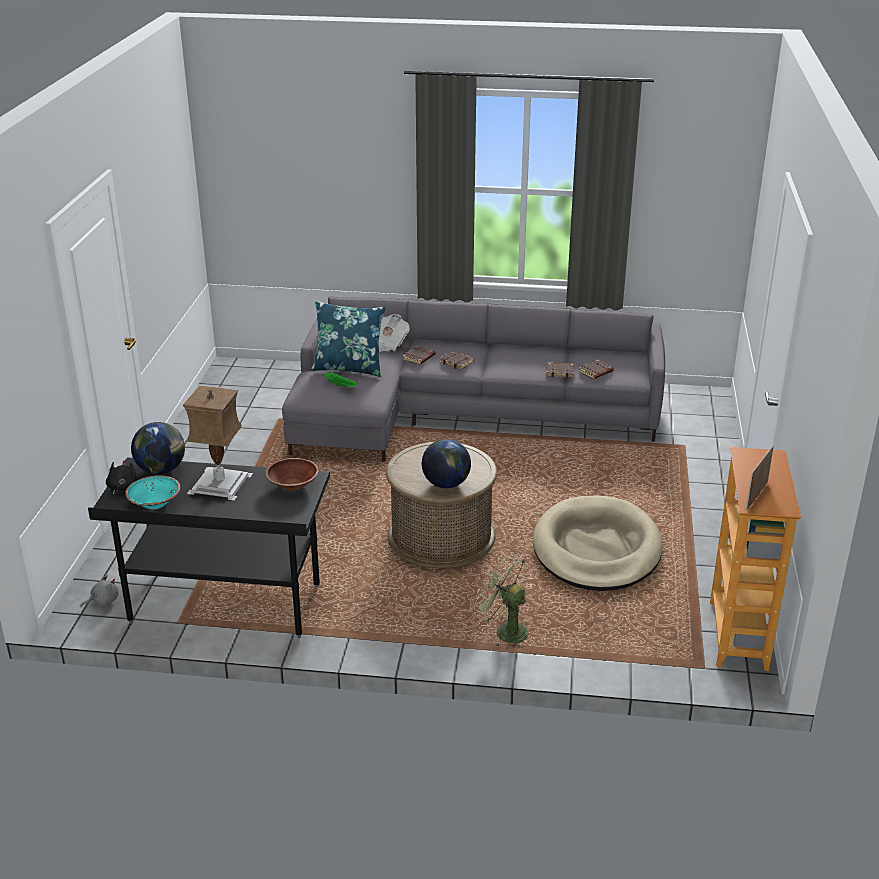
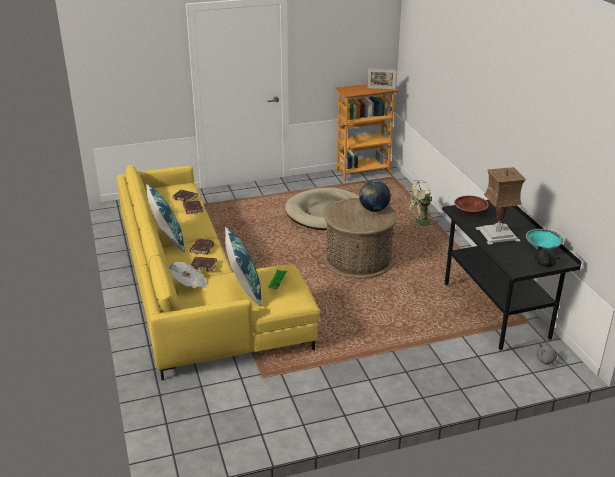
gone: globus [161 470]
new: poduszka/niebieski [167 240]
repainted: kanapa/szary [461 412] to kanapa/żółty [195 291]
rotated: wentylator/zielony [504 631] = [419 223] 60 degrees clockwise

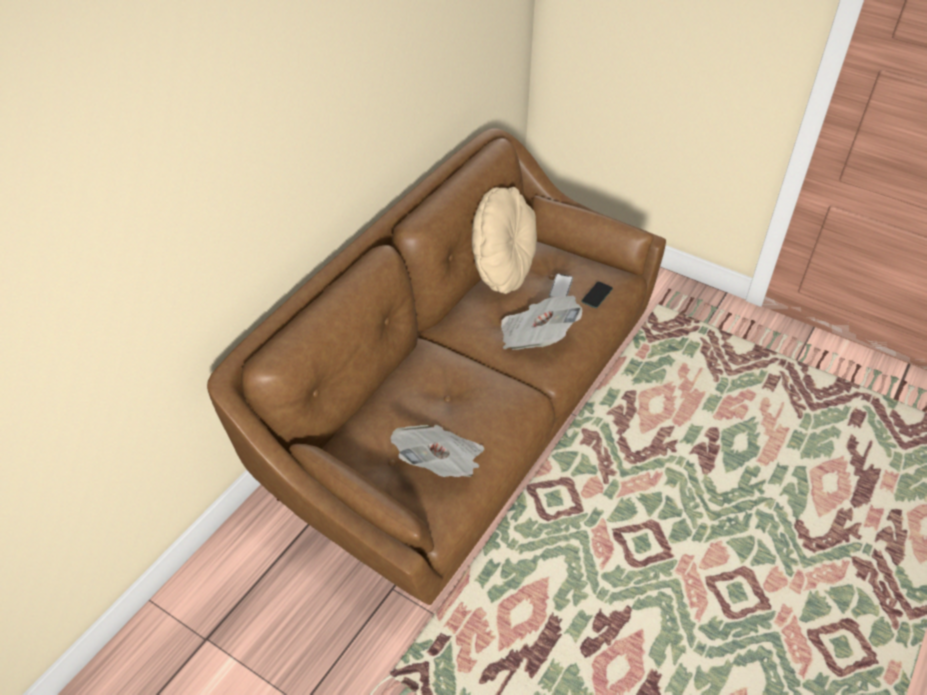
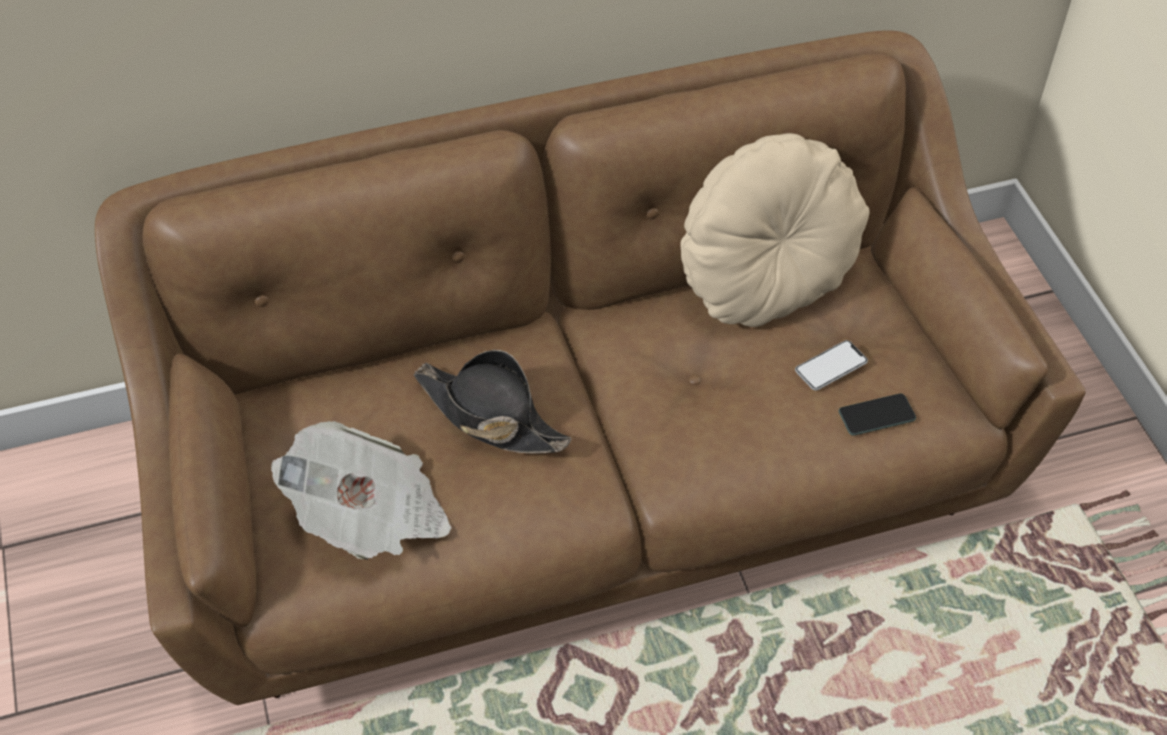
gone: gazeta [536 337]
new: kapelusz/czarny [490 415]

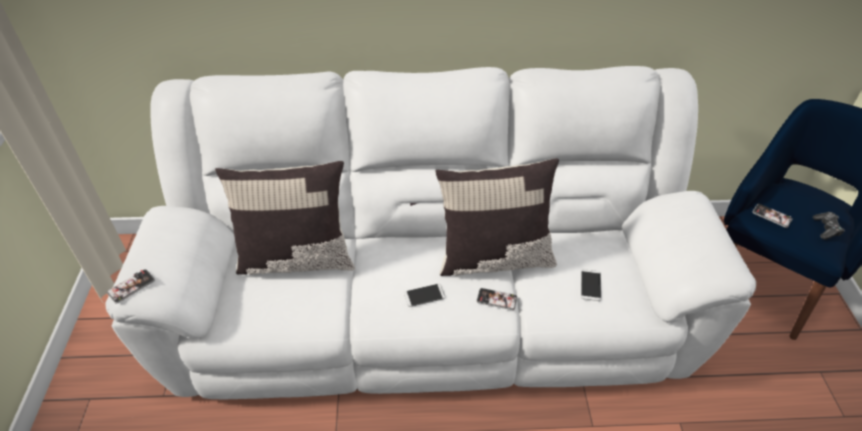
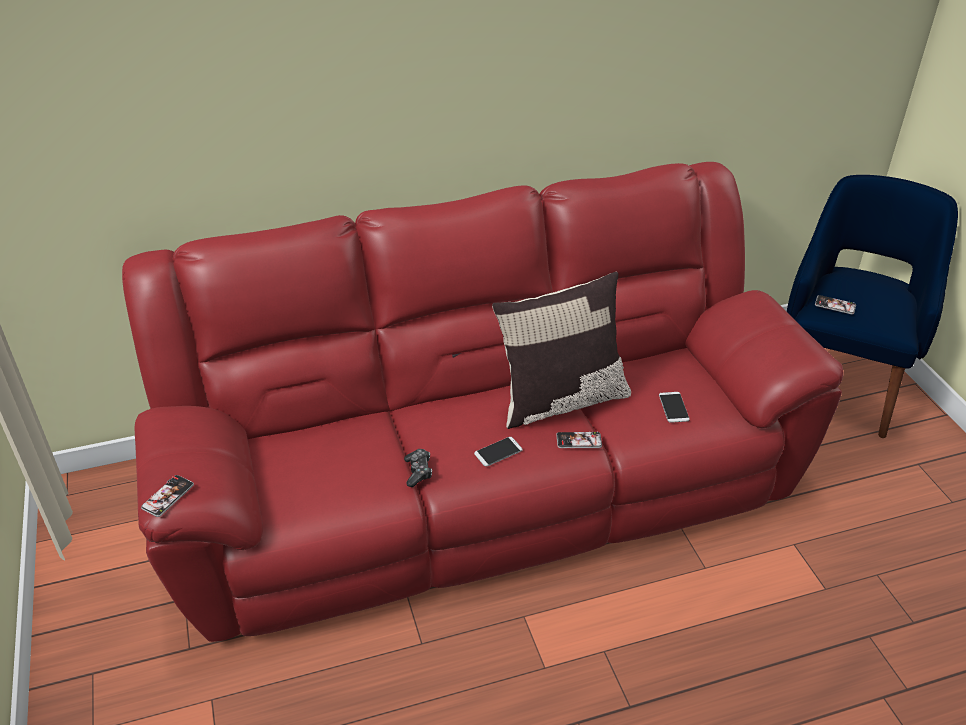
gone: poduszka [297 259]
shifted: pad do gier [826 229] to [418 471]
repainted: kanapa/biały [431 307] to kanapa/czerwony [483 483]

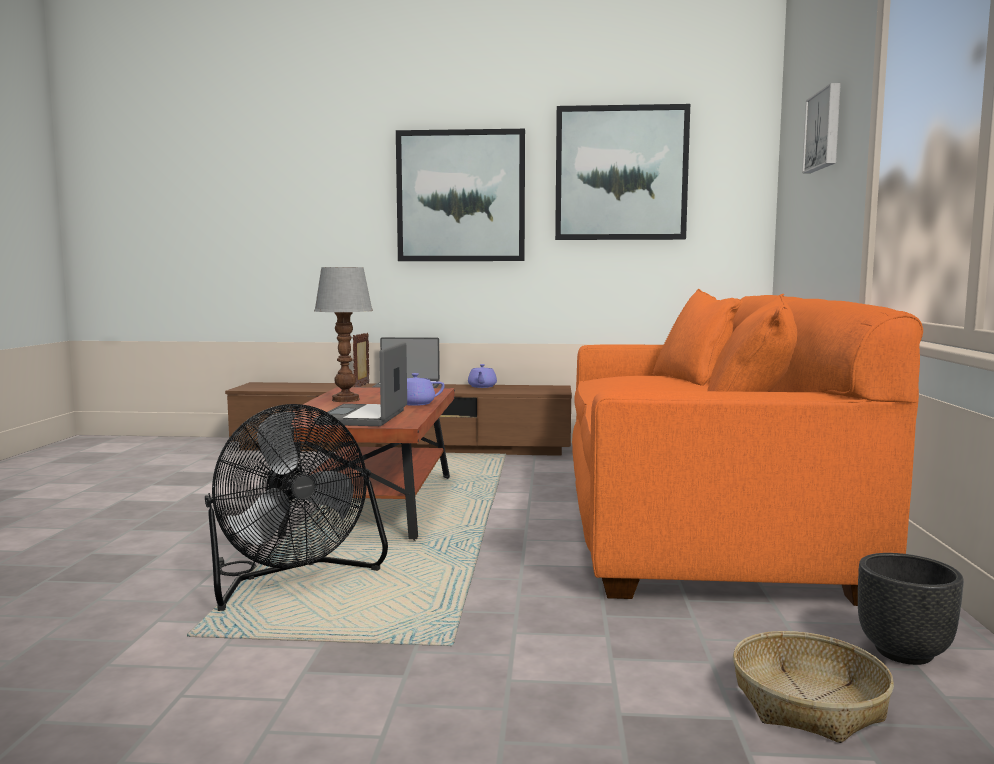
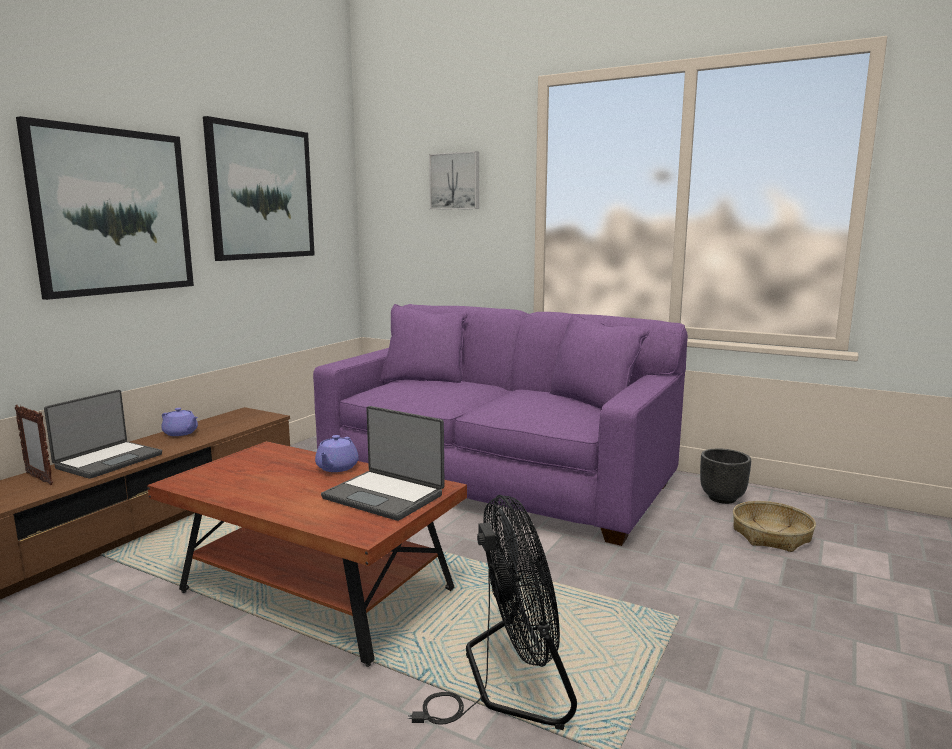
gone: lampa stołowa [346 400]
repainted: kanapa/pomarańczowy [691 518] to kanapa/fioletowy [495 481]

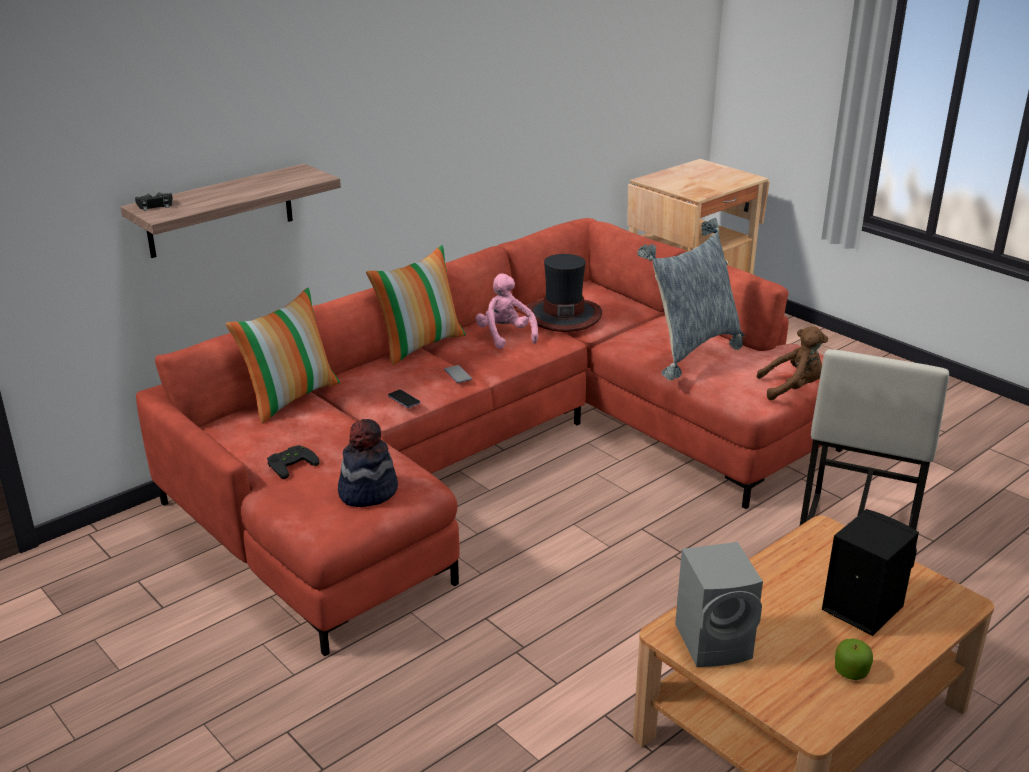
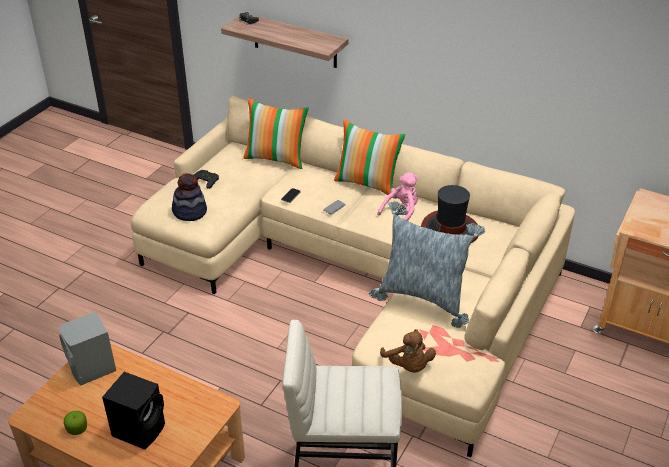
repainted: kanapa/czerwony [500 452] to kanapa/beżowy [360 275]

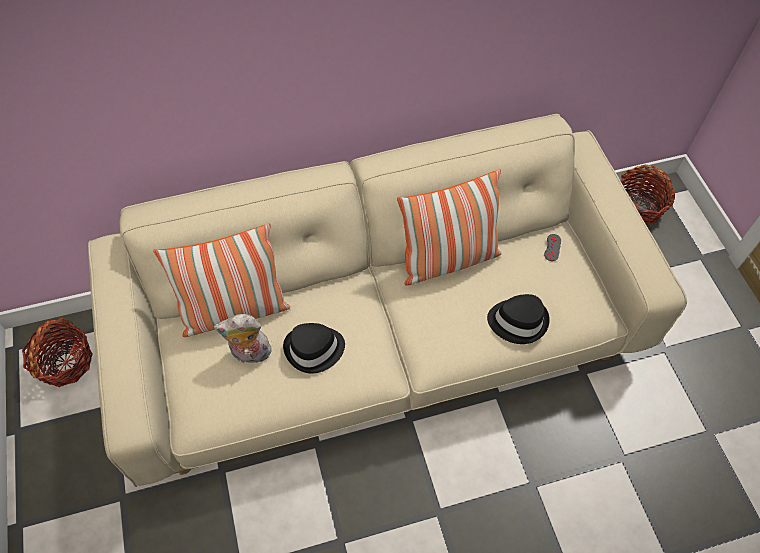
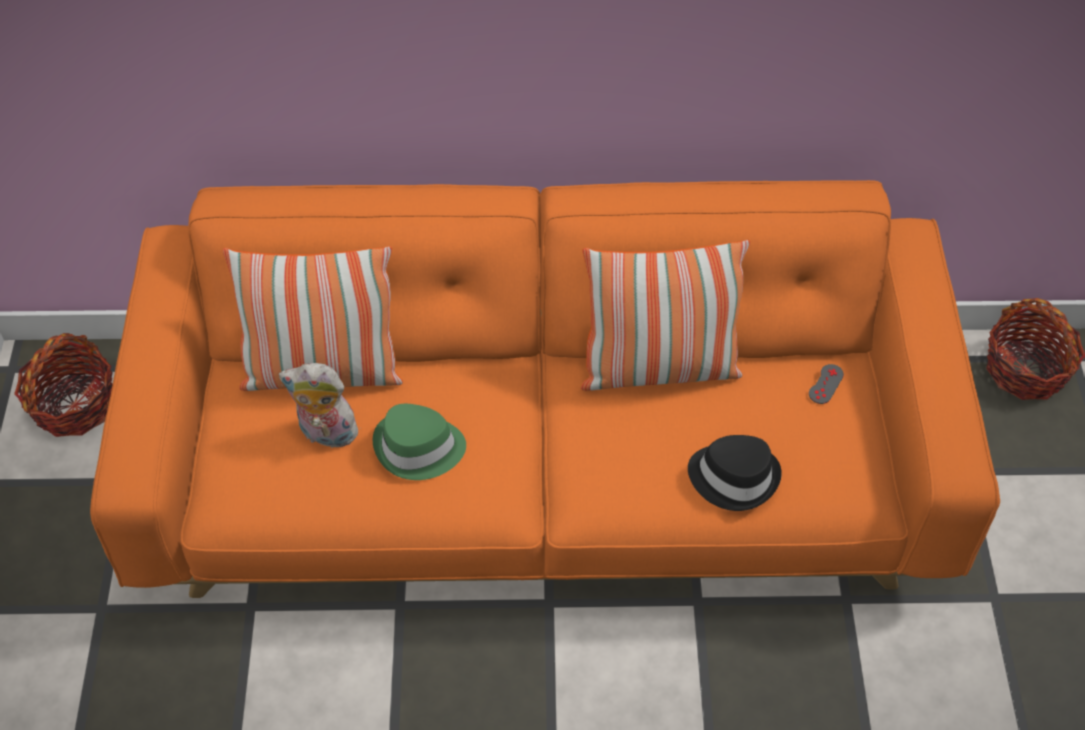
repainted: kanapa/beżowy [380 335] to kanapa/pomarańczowy [543 471]; kapelusz/czarny [314 349] to kapelusz/zielony [419 448]

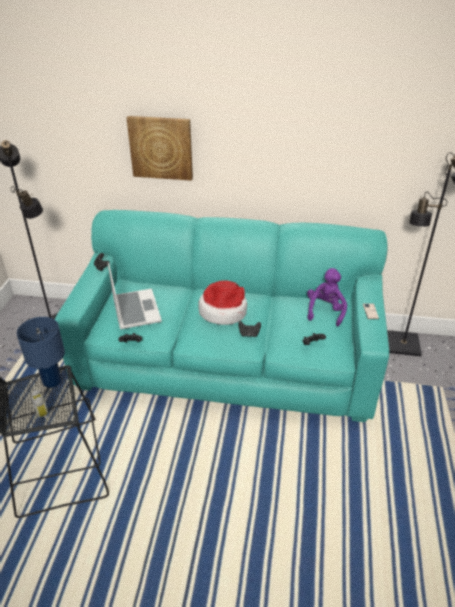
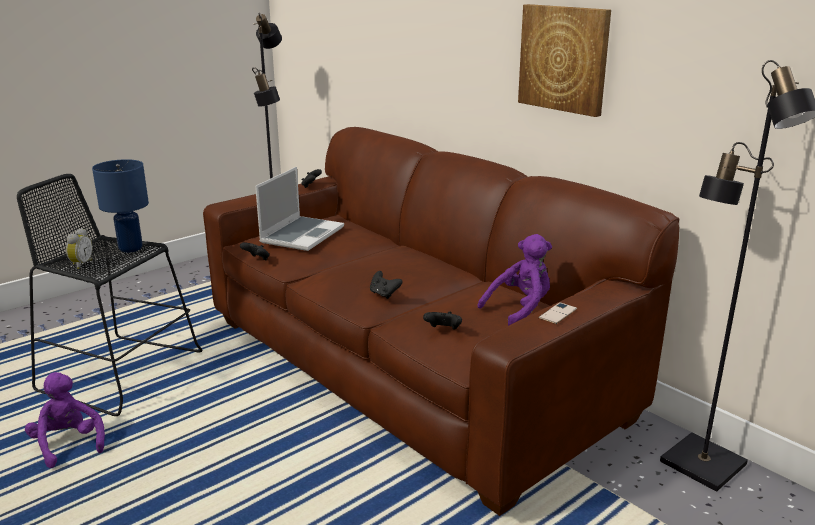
gone: kapelusz [223 311]
new: pluszak/fioletowy [68 444]
shifted: obraz [161 147] to [564 58]
repainted: kanapa/turkusowy [226 362] to kanapa/brązowy [407 367]

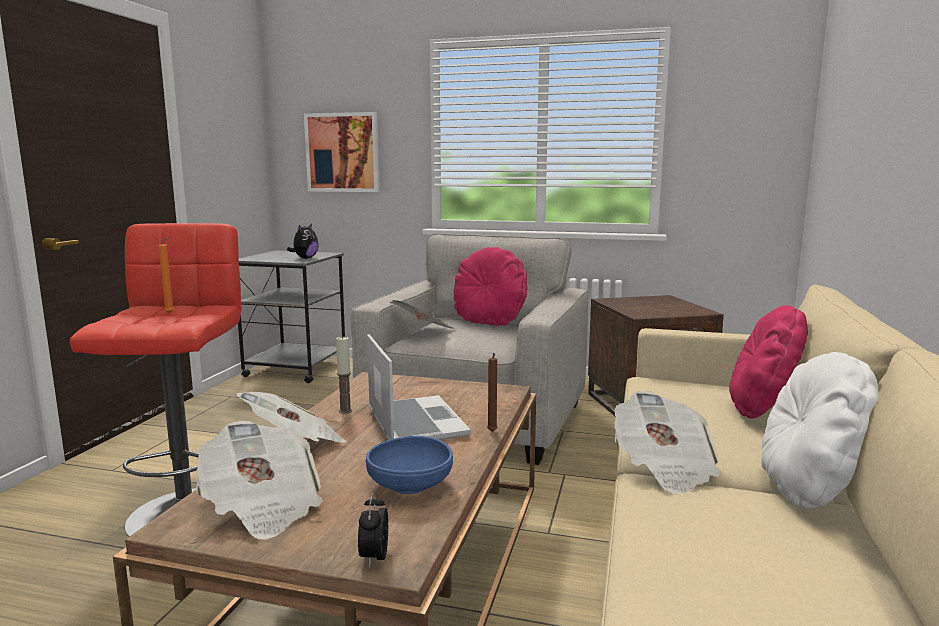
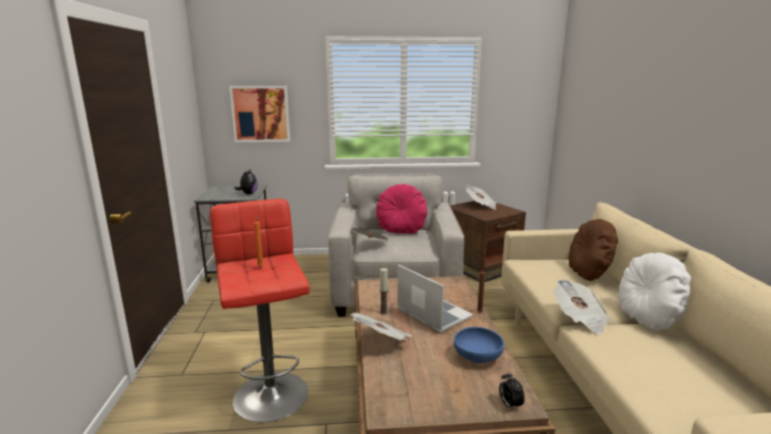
shifted: gazeta [262 507] to [481 206]
repainted: poduszka/różowy [761 411] to poduszka/brązowy [588 274]

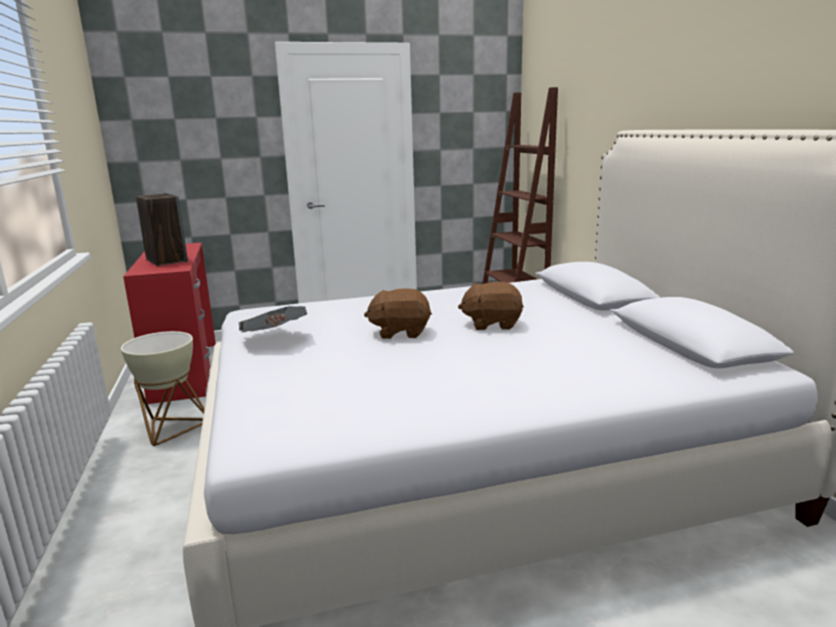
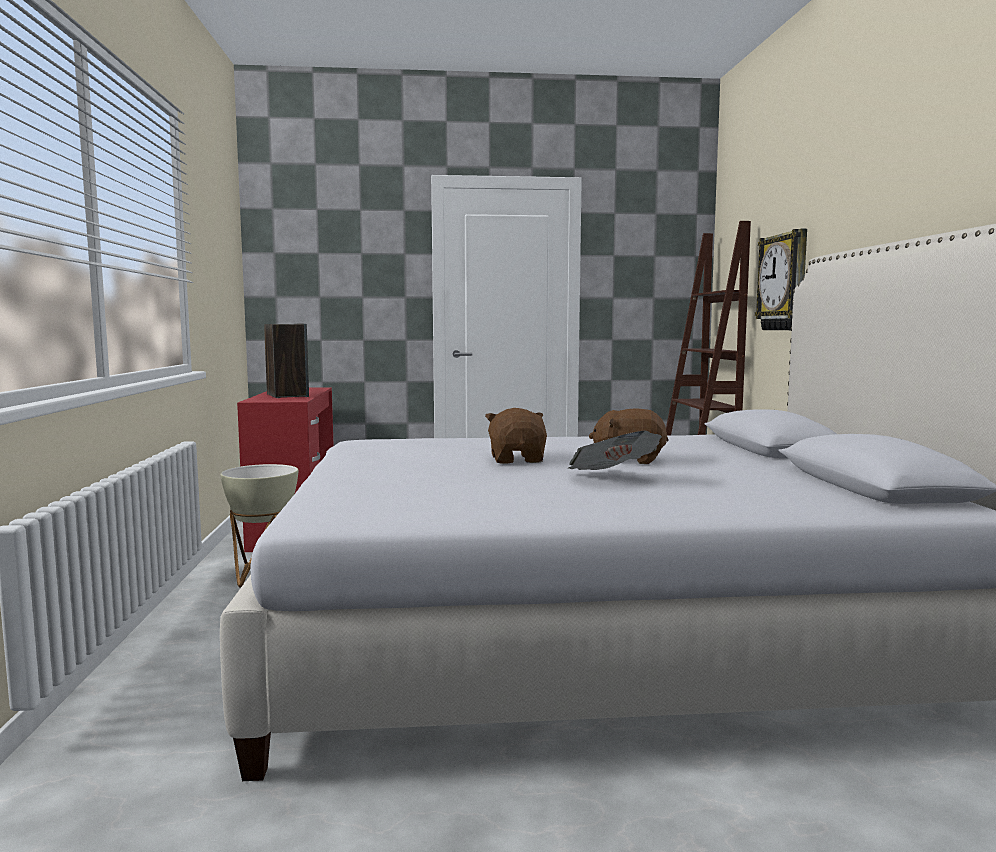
new: zegar ścienny [784 282]
shifted: gazeta [274 338] to [613 478]
rotated: pluszak/brązowy [400 332] = [517 459] 75 degrees clockwise

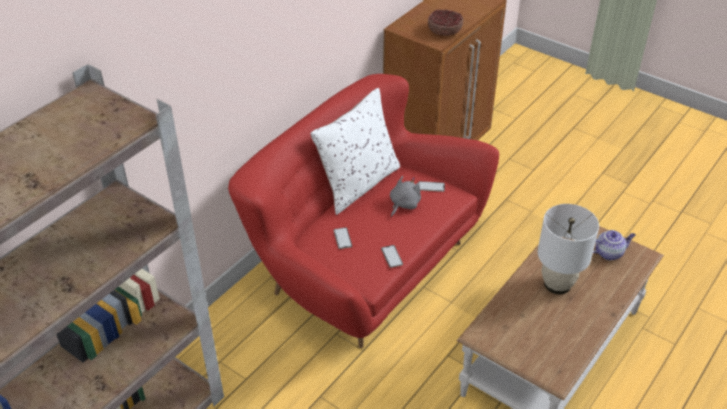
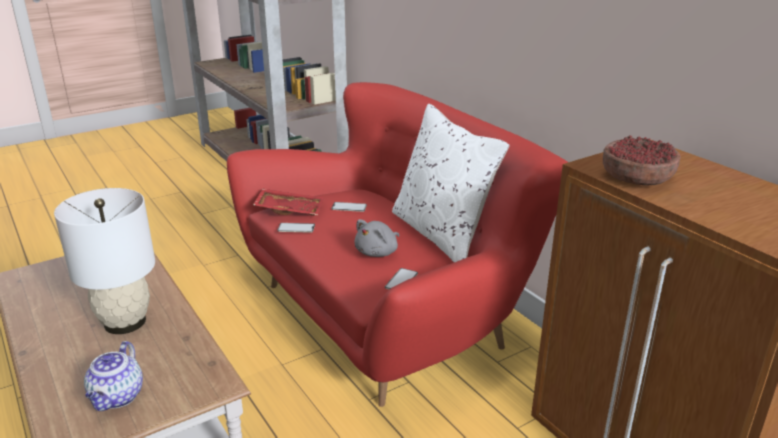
new: taca/czerwony [290 209]
rotated: pluszak/szary [403 204] = [378 252] 75 degrees clockwise

